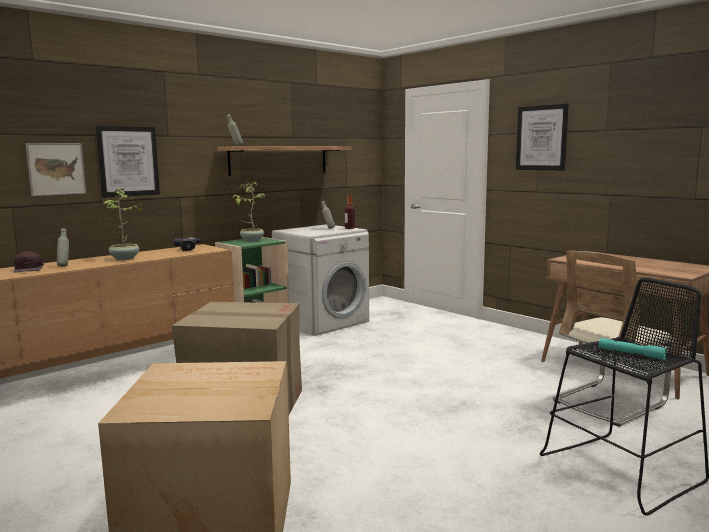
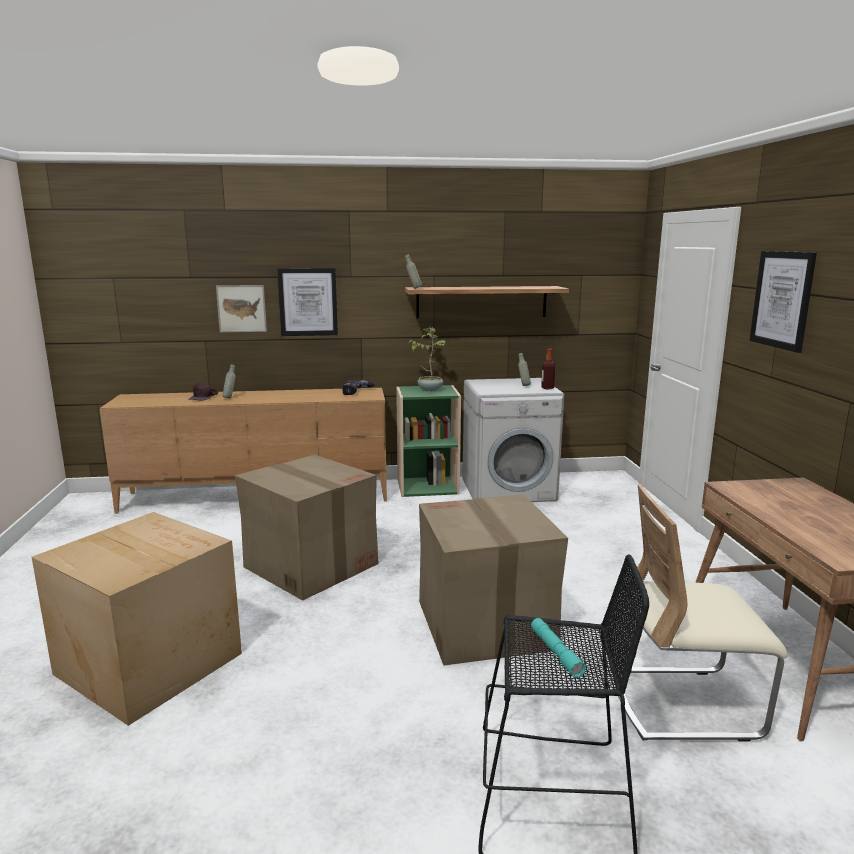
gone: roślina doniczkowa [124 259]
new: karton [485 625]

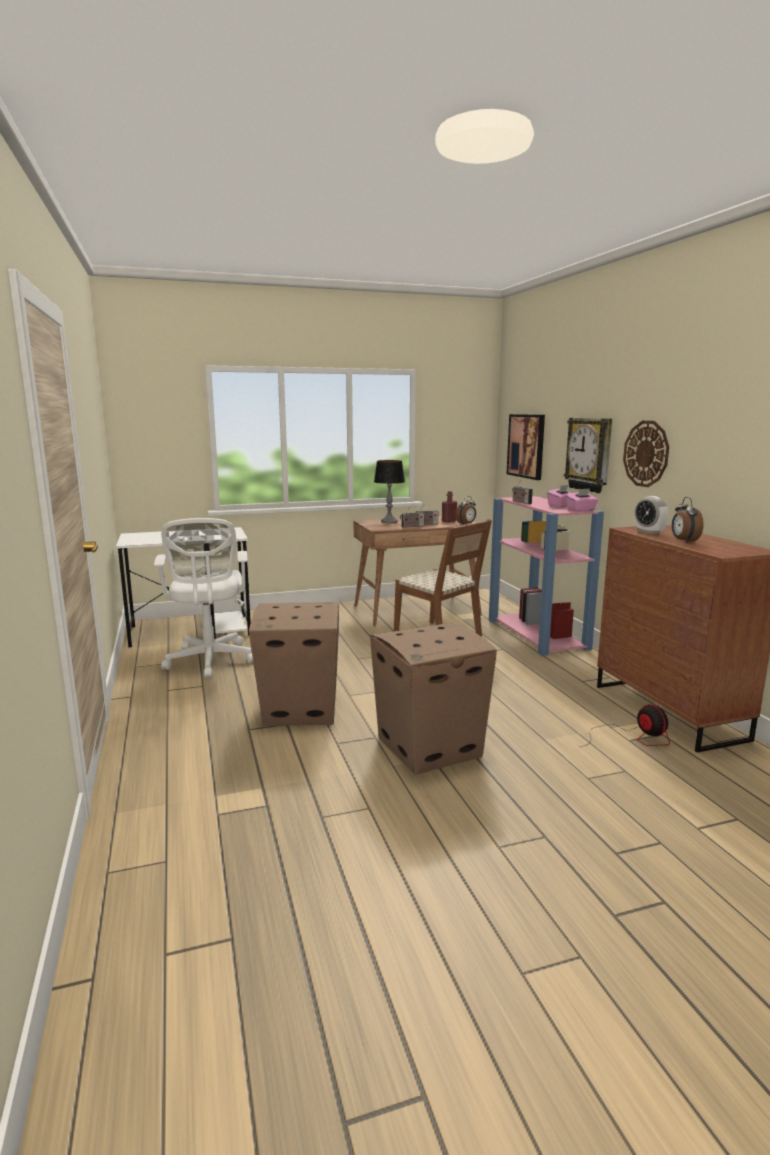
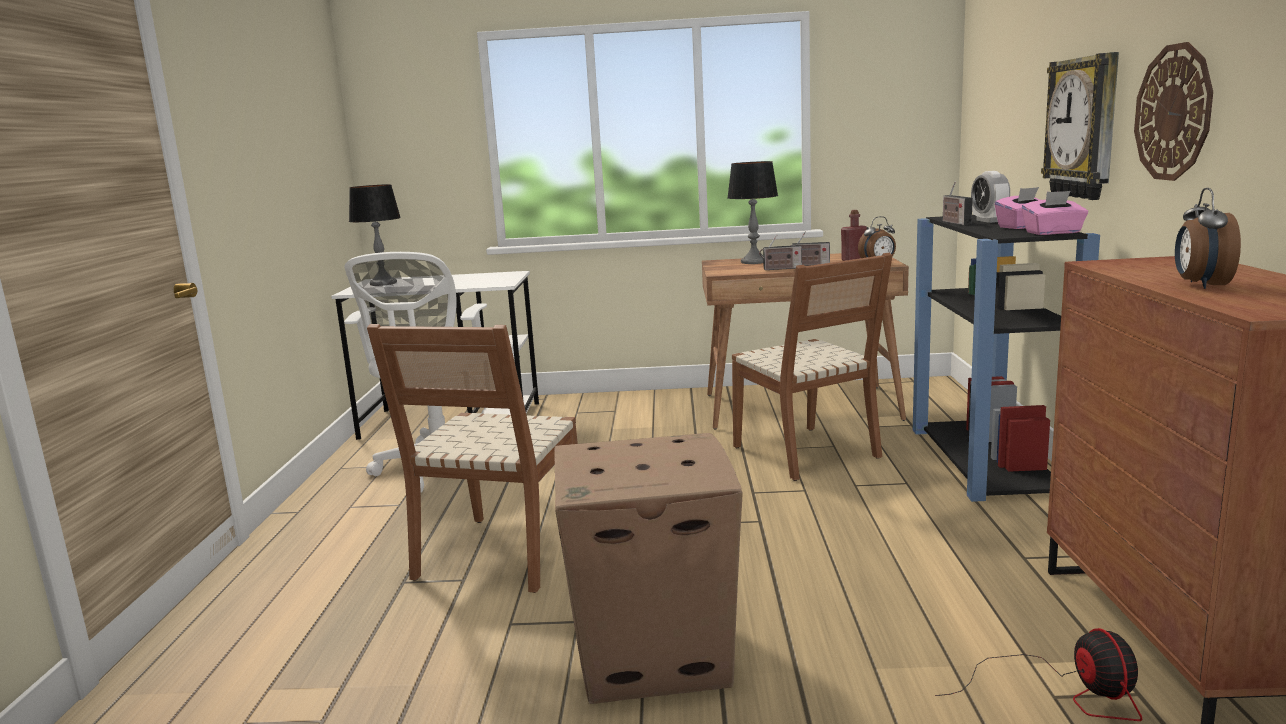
gone: obraz [526 446]
new: lampa stołowa [383 283]
shifted: budzik [649 532] to [989 221]
swapped: karton [298 709] to krzesło [498 558]
repainted: regał/różowy [537 634] to regał/czarny [987 460]

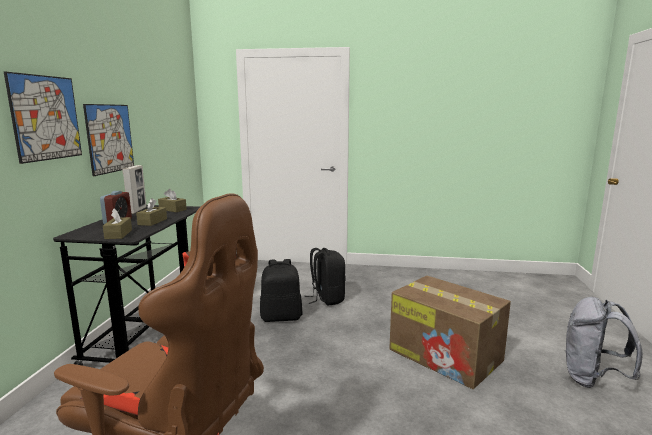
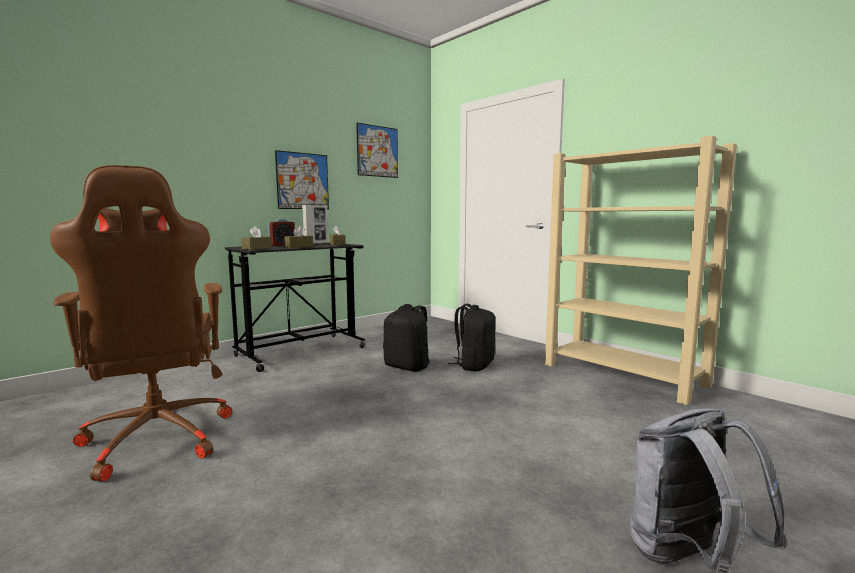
gone: karton [446 355]
new: regał/beżowy [623 375]
shifted: obraz [46 118] to [377 151]

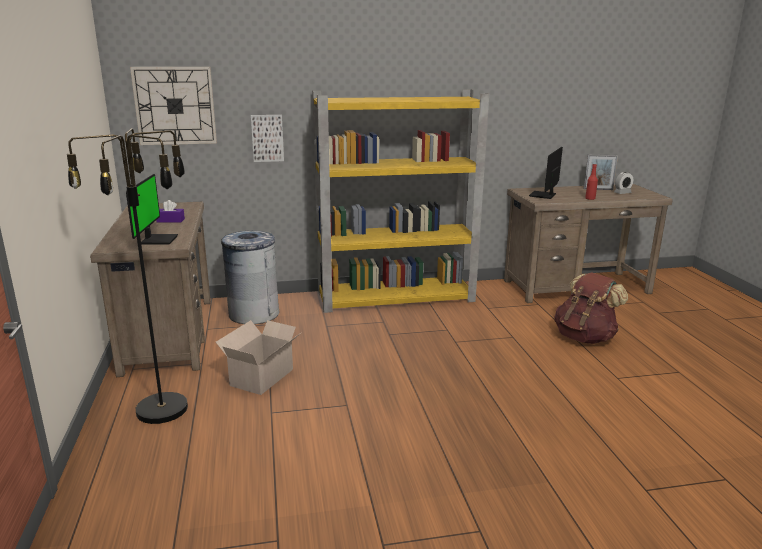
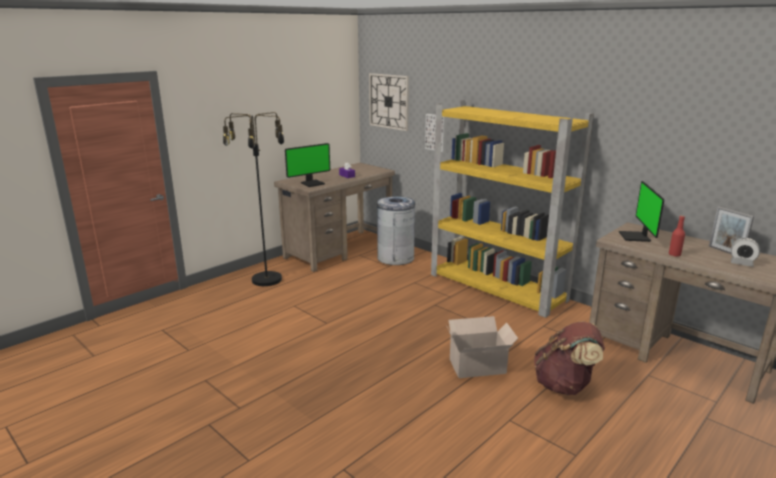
shifted: karton [263 376] to [479 366]
rotated: monitor [543 195] = [636 237] 75 degrees counterclockwise

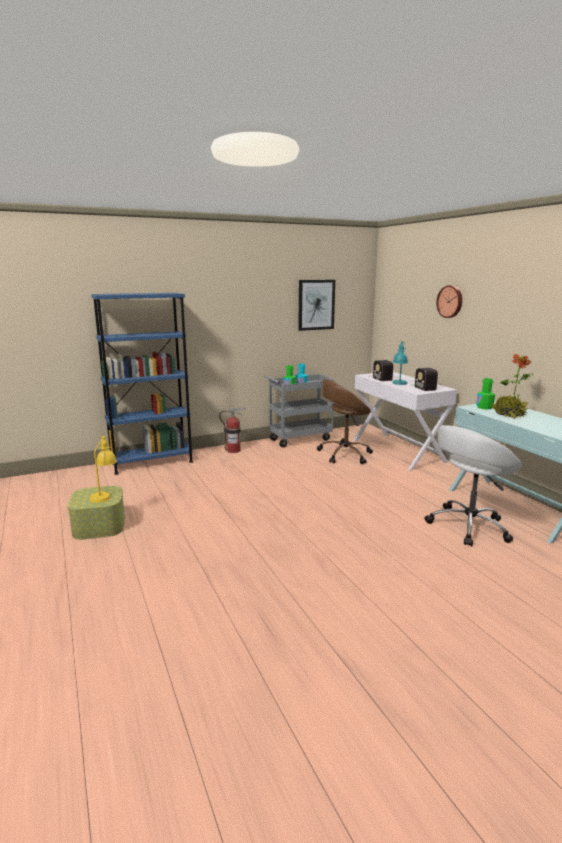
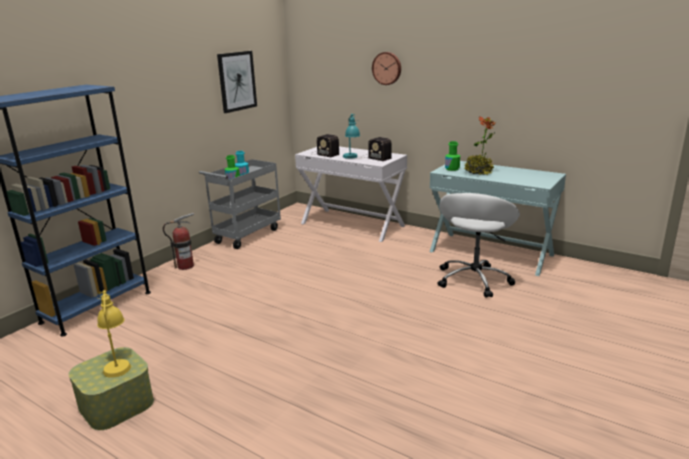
gone: krzesło biurowe/brązowy [343 454]

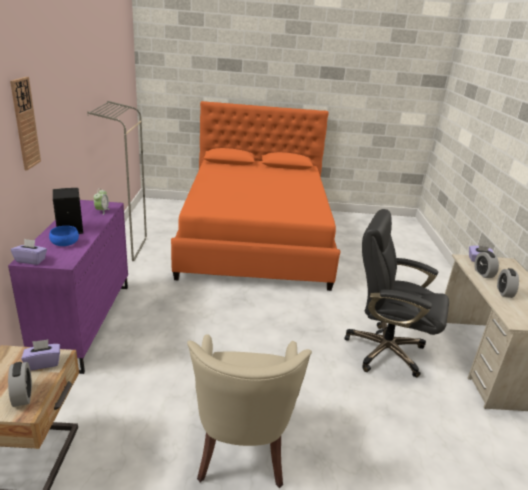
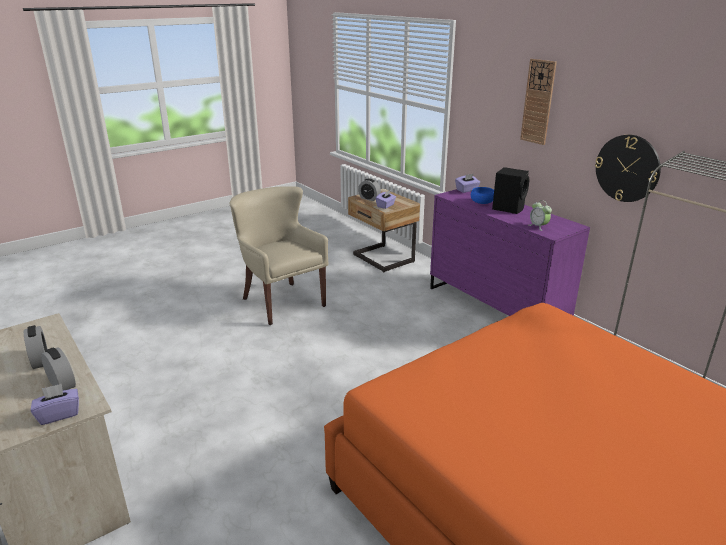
gone: krzesło biurowe/czarny [387 351]
new: zegar ścienny [627 168]

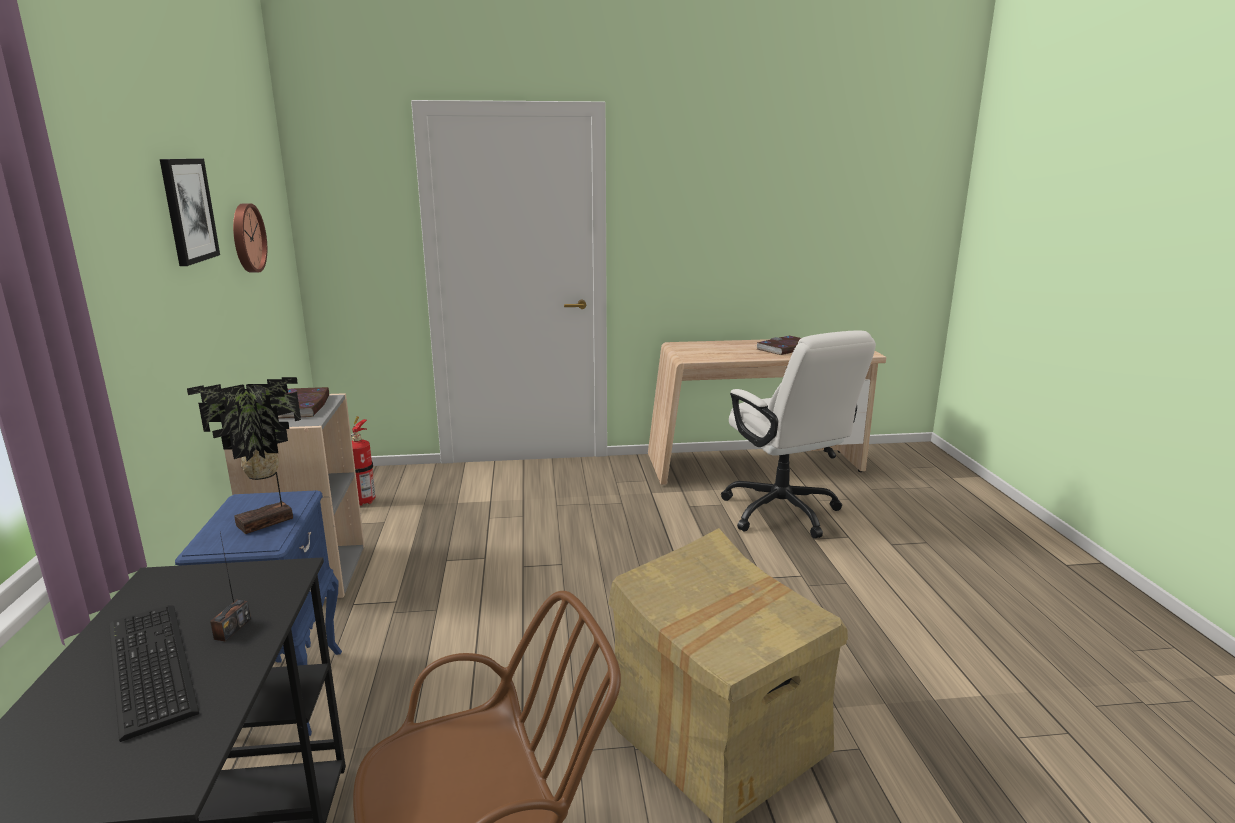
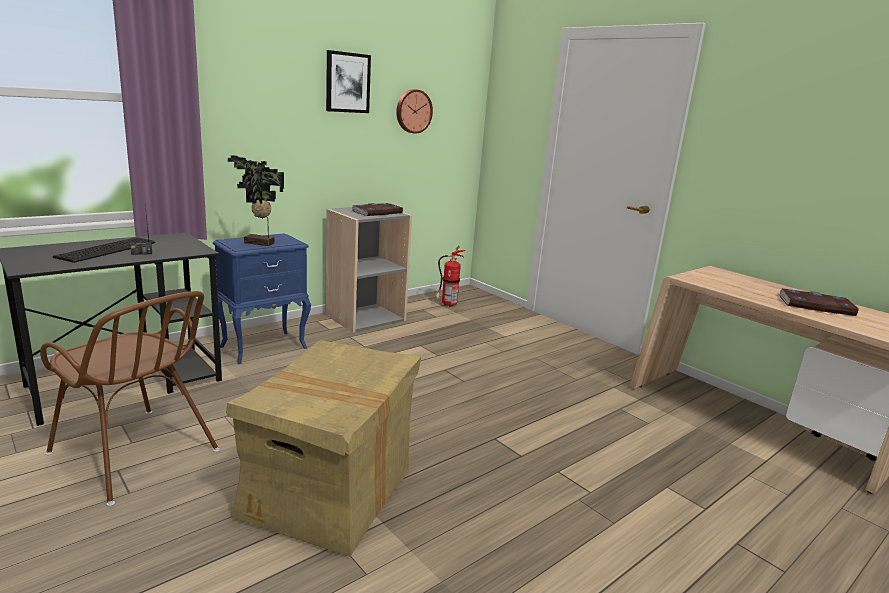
gone: krzesło biurowe/biały [784 515]

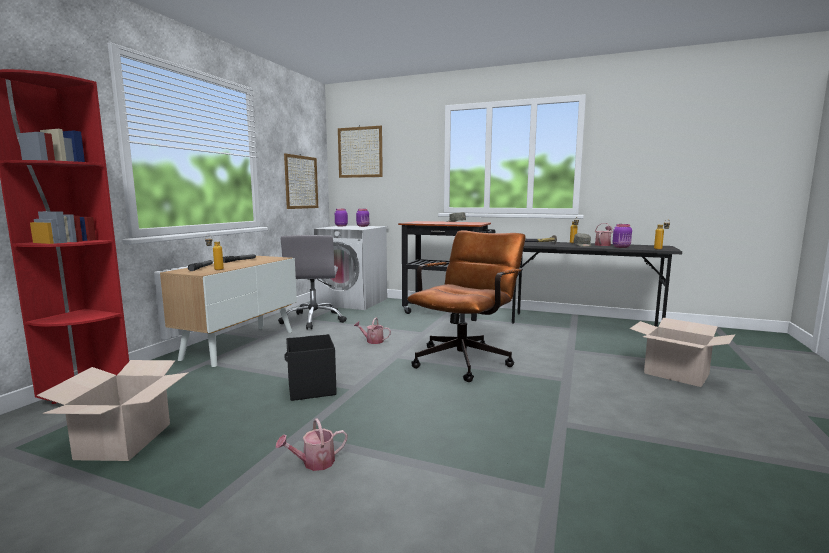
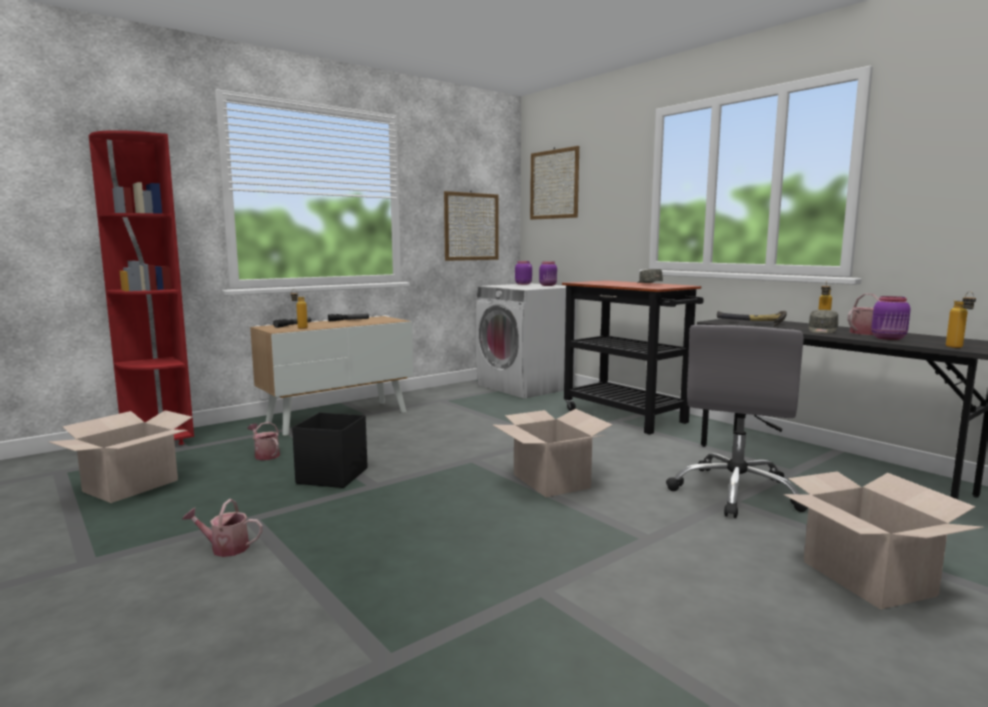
shifted: krzesło biurowe/szary [314 320] to [736 493]; konewka [372 341] to [265 455]
swapped: krzesło biurowe/brązowy [466 359] to karton [551 481]

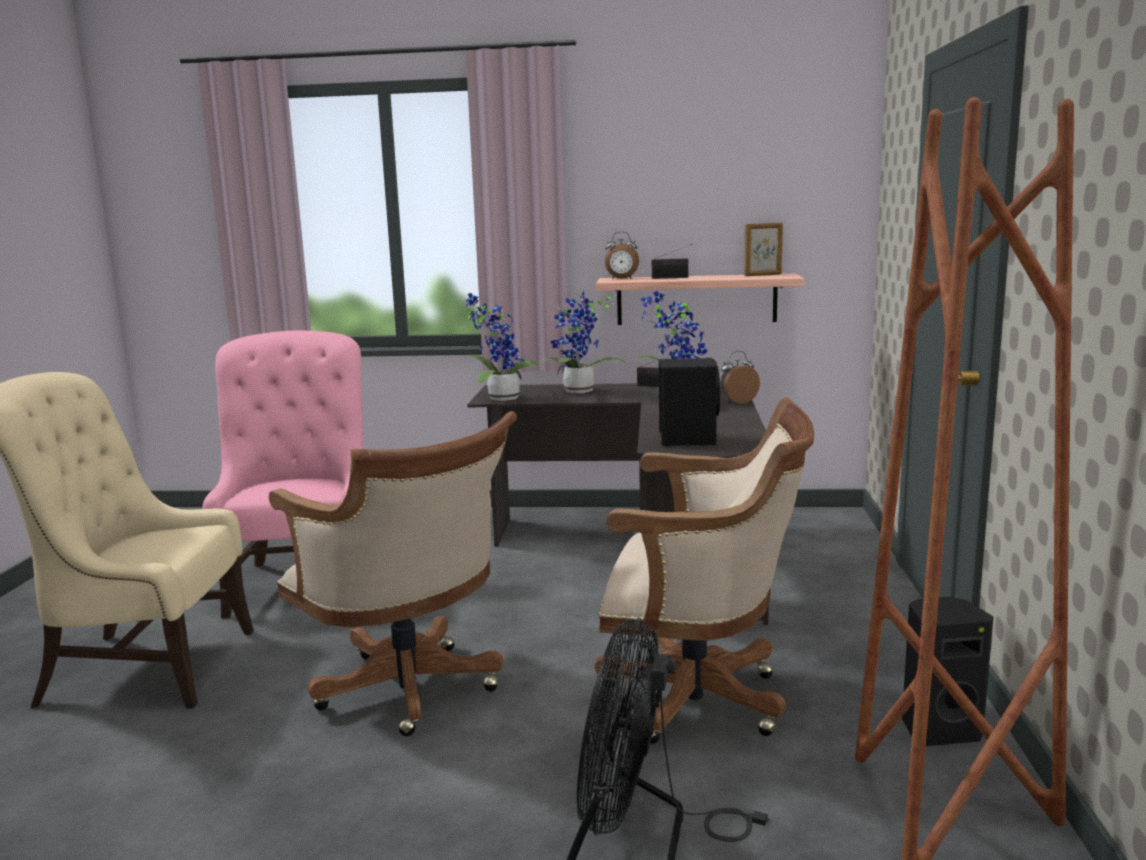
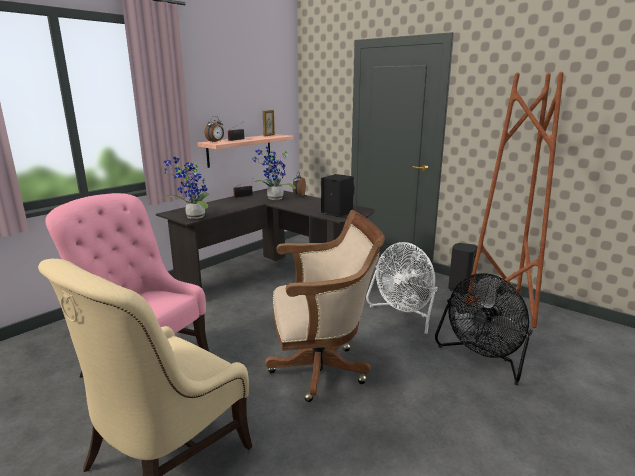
gone: roślina doniczkowa [579 392]
swapped: krzesło biurowe [702 699] to wentylator/biały [404 313]

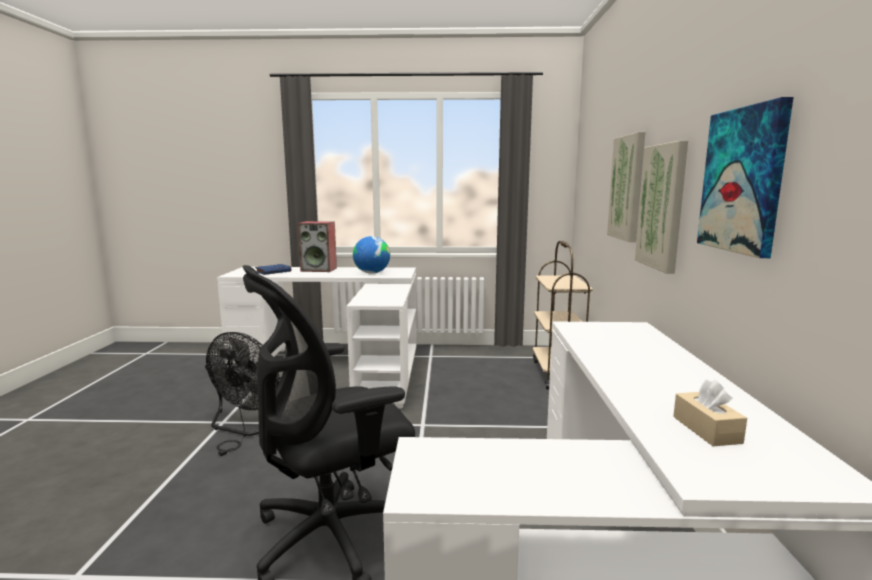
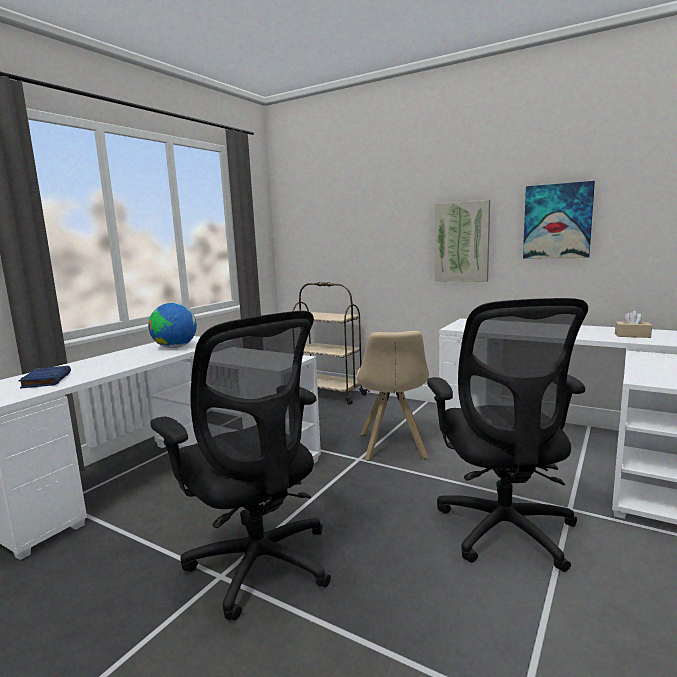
gone: obraz [627 188]; głośnik [319 269]
new: krzesło/beżowy [392 446]
swapped: wentylator/czarny [242 427] to krzesło biurowe/czarny [254 560]

